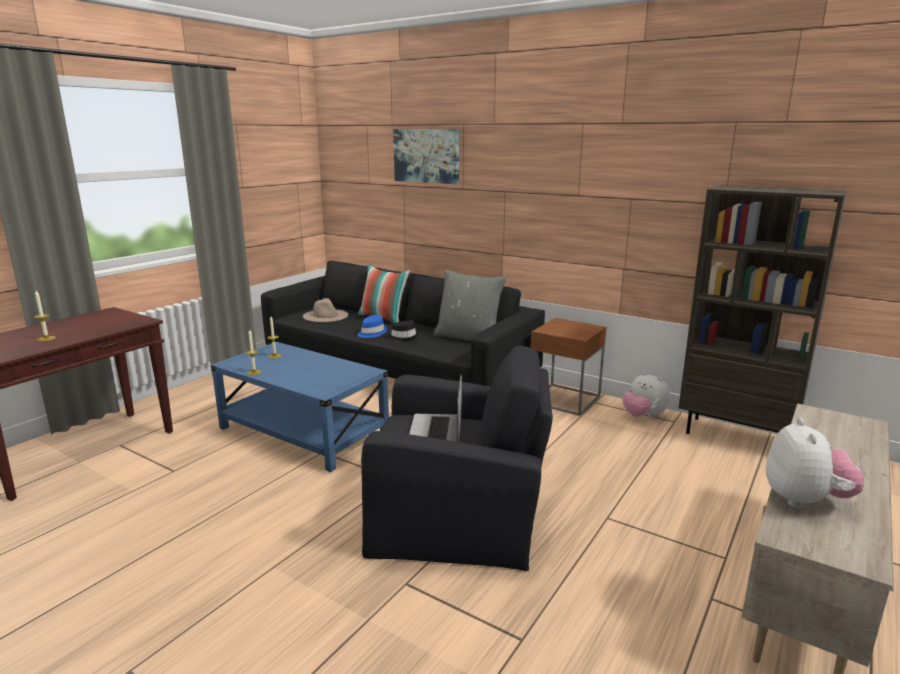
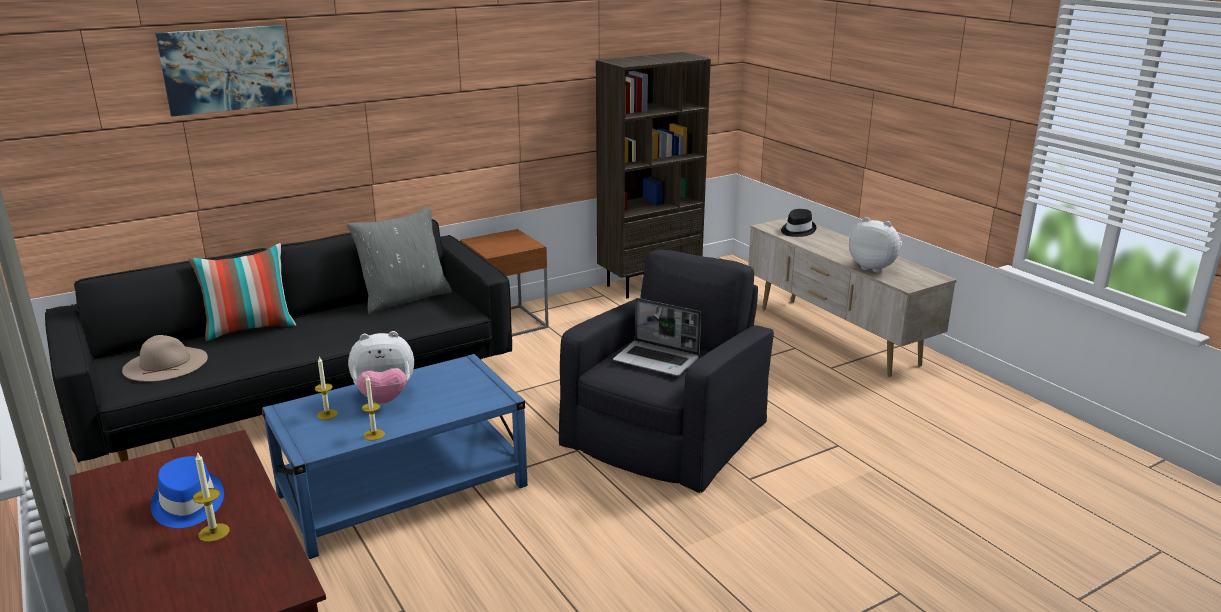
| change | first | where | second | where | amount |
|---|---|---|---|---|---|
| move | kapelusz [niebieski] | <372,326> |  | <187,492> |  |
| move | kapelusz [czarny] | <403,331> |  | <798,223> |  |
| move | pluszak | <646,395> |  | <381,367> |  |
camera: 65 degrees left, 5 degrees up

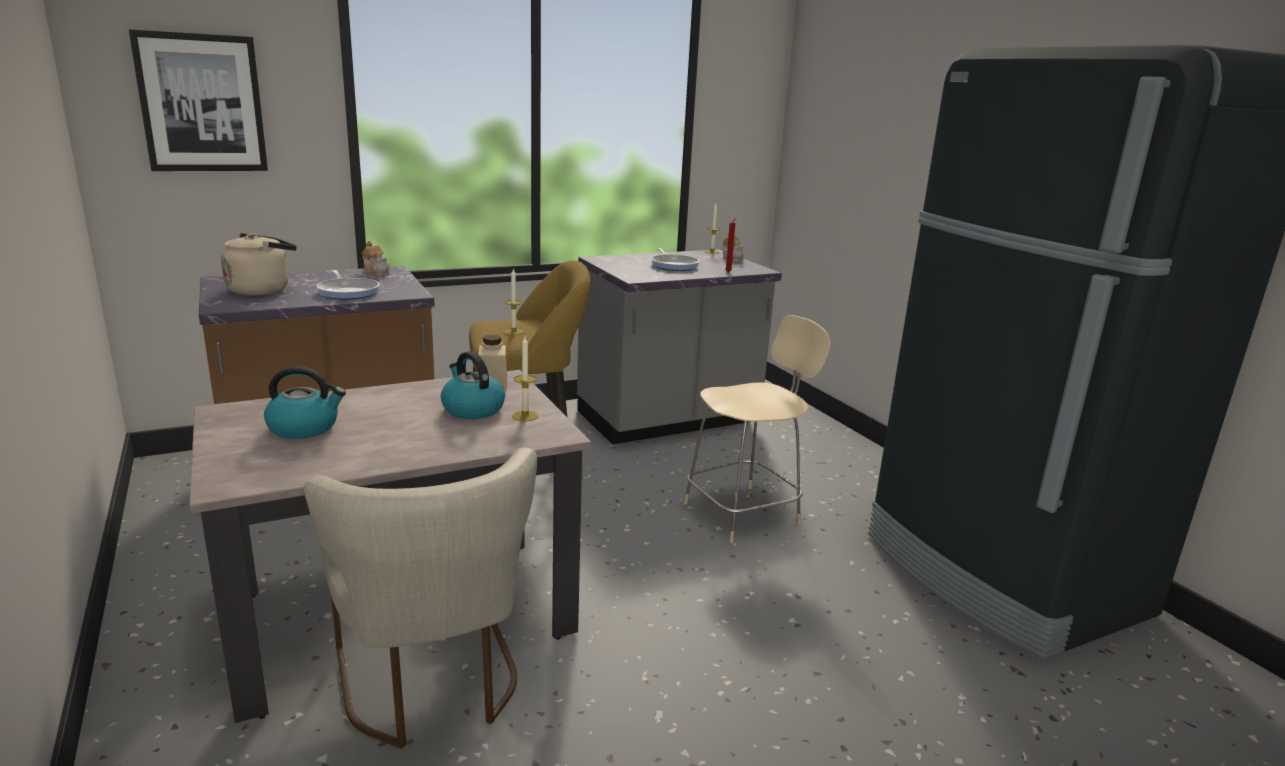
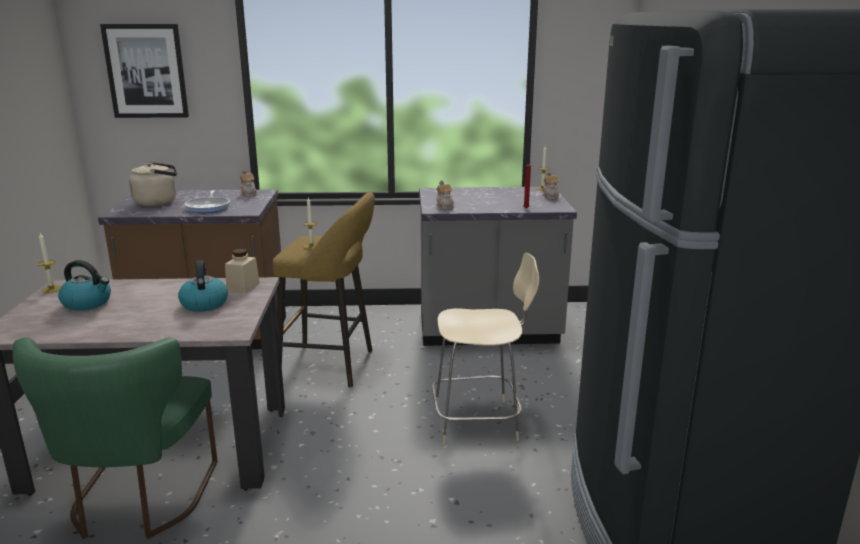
| change | first | where | second | where | amount |
|---|---|---|---|---|---|
| delete | patelnia | <675,259> |  |  |  |
| move | świeca | <525,379> |  | <49,263> |  |
| recolor | krzesło [beżowy] | <420,598> | krzesło [zielony] | <115,438> |  |
| insert |  |  | imbryk | <445,194> |  |
camera: 25 degrees right, 0 degrees up

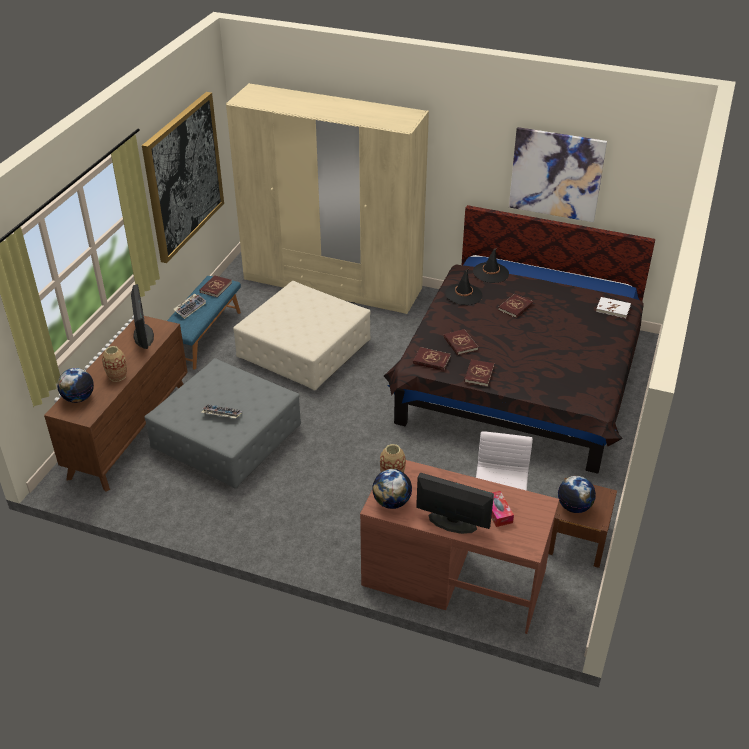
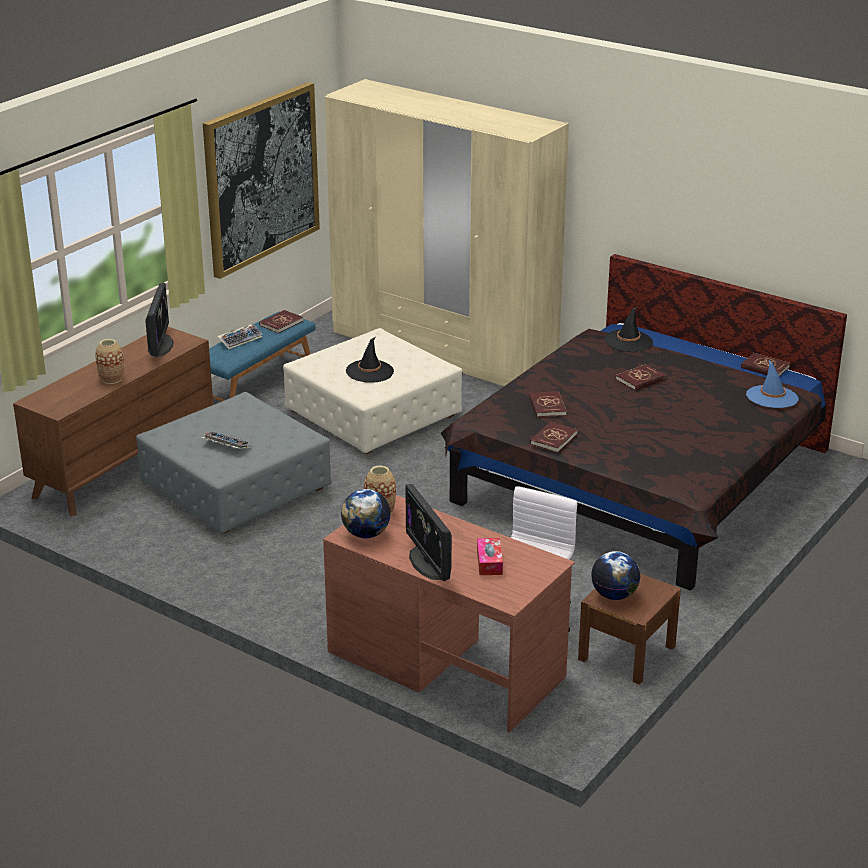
| change | first | where | second | where | amount |
|---|---|---|---|---|---|
| delete | obraz | <558,174> |  |  |  |
| move | kapelusz [czarny] | <463,286> |  | <370,360> |  |
| replace | książka [biały] | <613,307> | kapelusz [niebieski] | <772,384> |  |
| move | książka [czerwony] | <432,359> |  | <765,364> |  |
| delete | globus | <75,385> |  |  |  |
| rotate | monitor | <455,503> |  | <428,532> | 150 degrees counterclockwise |
camera: 15 degrees right, 10 degrees down

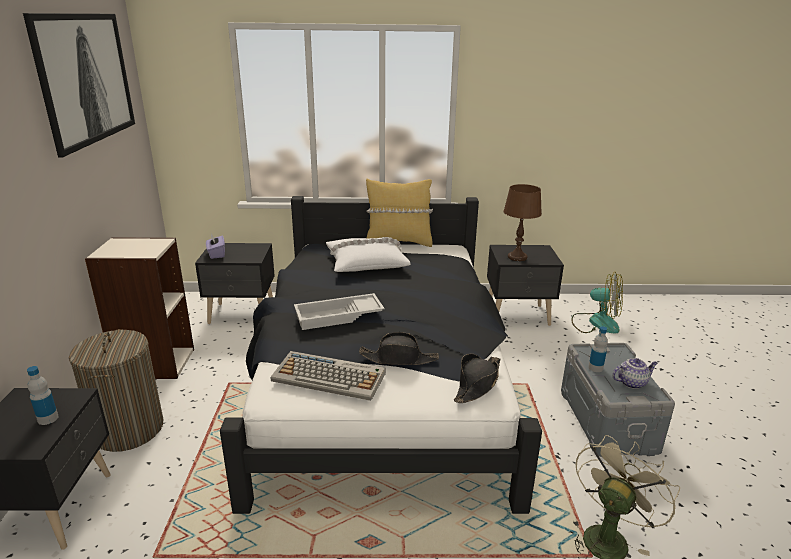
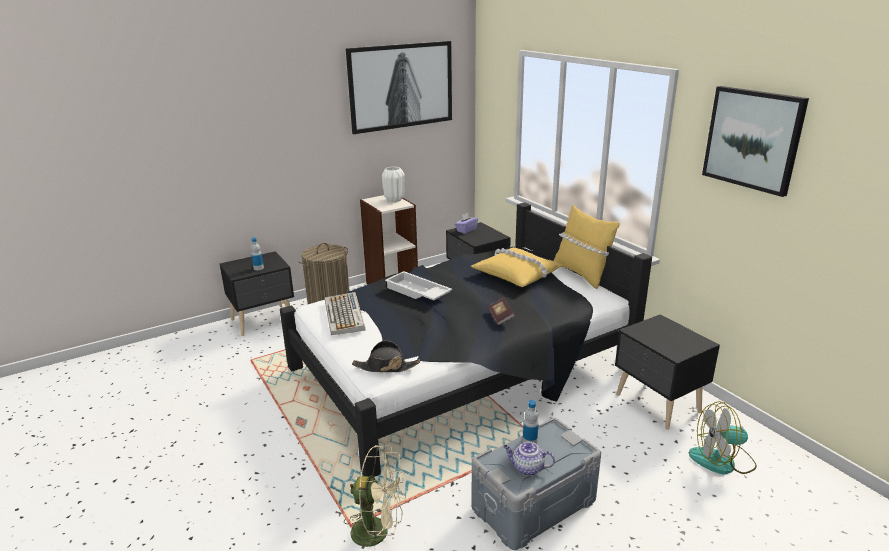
| change | first | where | second | where | amount |
|---|---|---|---|---|---|
| delete | lampa stołowa [brązowy] | <522,222> |  |  |  |
| recolor | poduszka [biały] | <368,254> | poduszka [żółty] | <517,267> |  |
| rotate | wentylator | <597,303> |  | <723,438> | 90 degrees clockwise |
| delete | kapelusz [czarny] | <399,348> |  |  |  |
| rotate | imbryk | <635,373> |  | <529,459> | 150 degrees clockwise |
| insert |  |  | obraz | <755,141> |  |
| insert |  |  | wazon [biały] | <393,184> |  |
| insert |  |  | książka | <501,311> |  |
camera: 60 degrees right, 0 degrees up

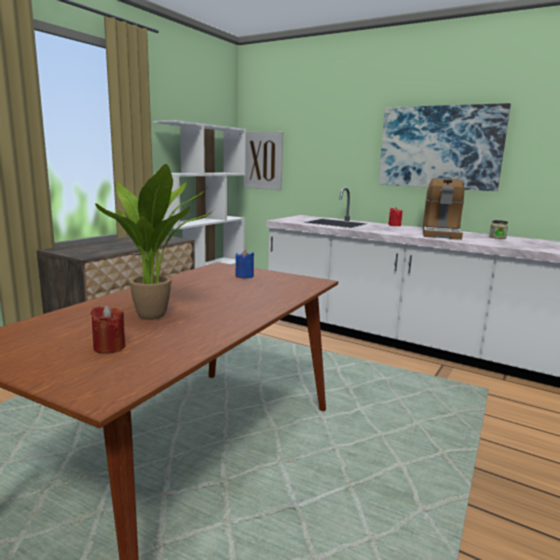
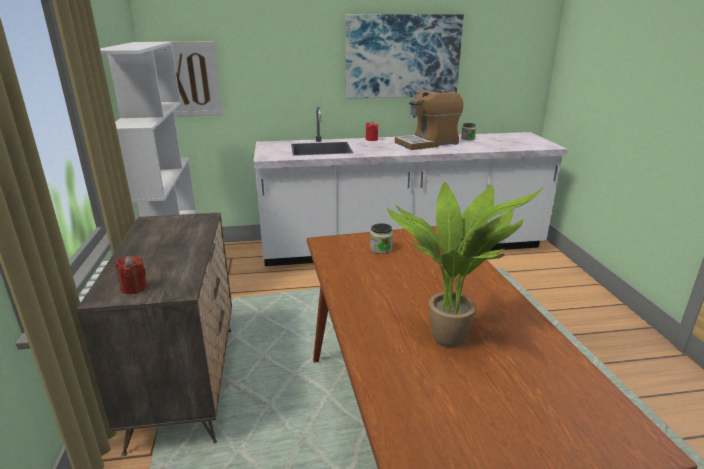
| change | first | where | second | where | amount |
|---|---|---|---|---|---|
| rotate | ekspres do kawy | <443,208> |  | <429,119> | 90 degrees clockwise |
| replace | świeca [niebieski] | <244,264> | słoik | <381,238> |  |
| move | świeca [czerwony] | <108,330> |  | <131,275> |  |
camera: 40 degrees left, 10 degrees up

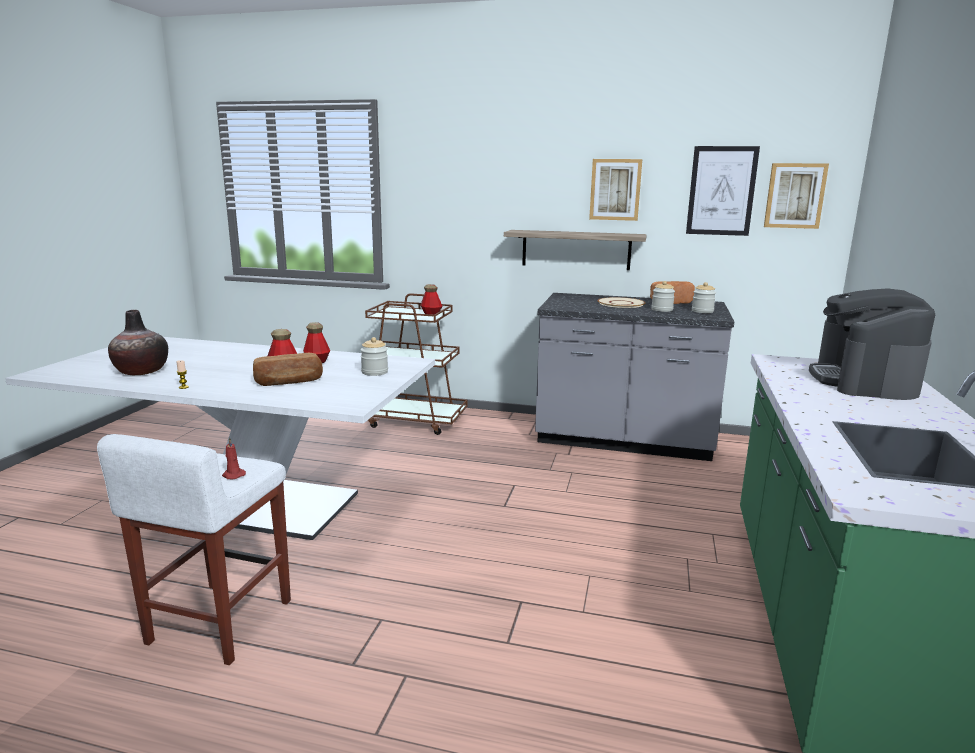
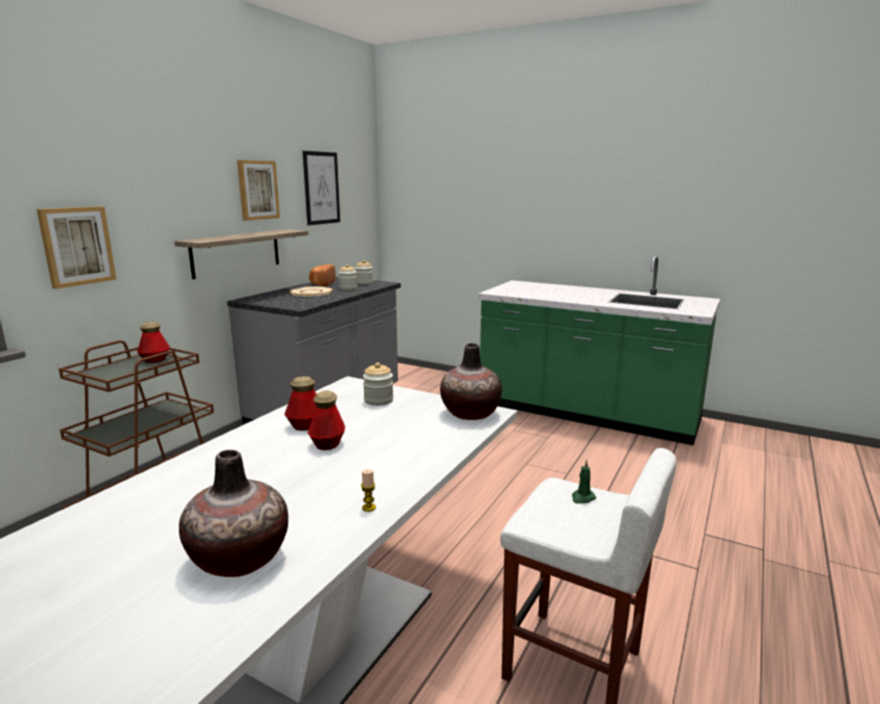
| change | first | where | second | where | amount |
|---|---|---|---|---|---|
| move | obraz | <796,196> |  | <77,247> |  |
| delete | ekspres do kawy | <872,344> |  |  |  |
| delete | chleb | <288,369> |  |  |  |
| recolor | świeca [czerwony] | <234,458> | świeca [zielony] | <584,481> |  |
| insert |  |  | wazon | <471,381> |  |
camera: 75 degrees left, 0 degrees up

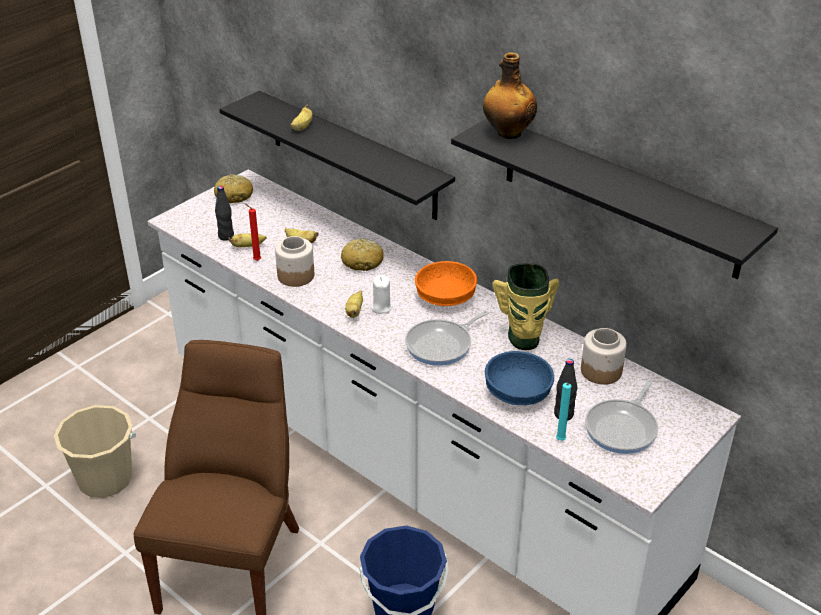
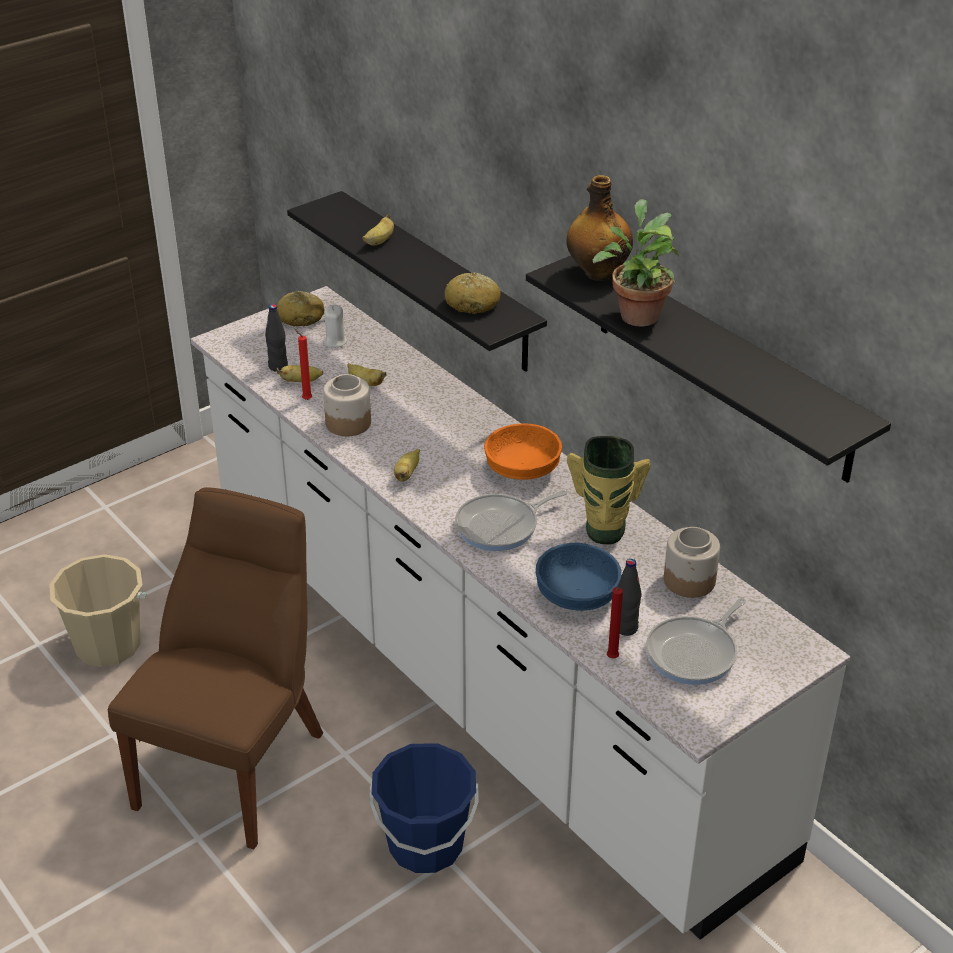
| change | first | where | second | where | amount |
|---|---|---|---|---|---|
| move | chleb | <362,255> |  | <472,293> |  |
| move | świeca [biały] | <381,294> |  | <335,326> |  |
| recolor | świeca [turkusowy] | <563,411> | świeca [czerwony] | <615,622> |  |
| insert |  |  | roślina doniczkowa | <636,263> |  |
camera: 10 degrees right, 0 degrees up

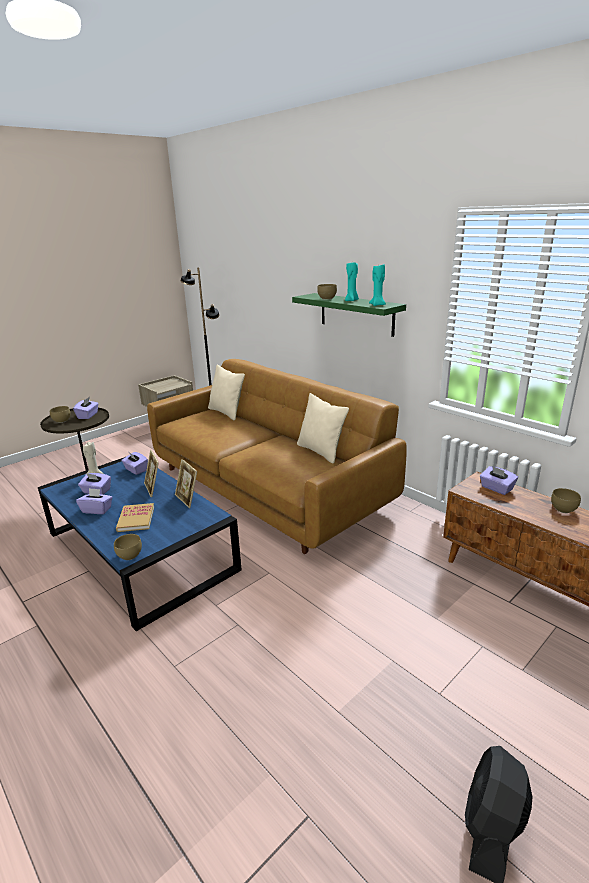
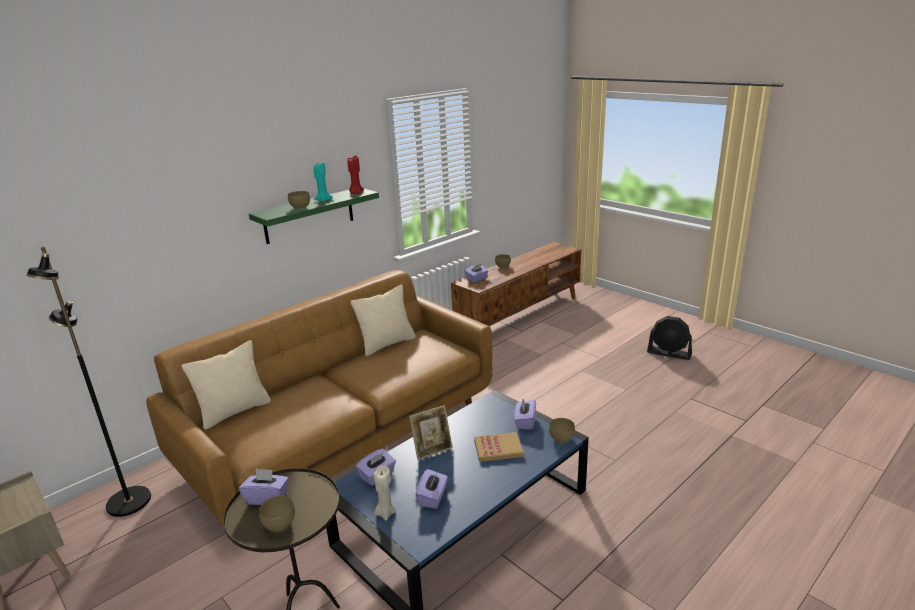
| change | first | where | second | where | amount |
|---|---|---|---|---|---|
| recolor | świeca [turkusowy] | <377,285> | świeca [czerwony] | <356,174> |  |
| delete | ramka na zdjęcie | <186,483> |  |  |  |
| move | pudełko chusteczek [fioletowy] | <94,501> |  | <525,414> |  |
camera: 90 degrees left, 0 degrees up

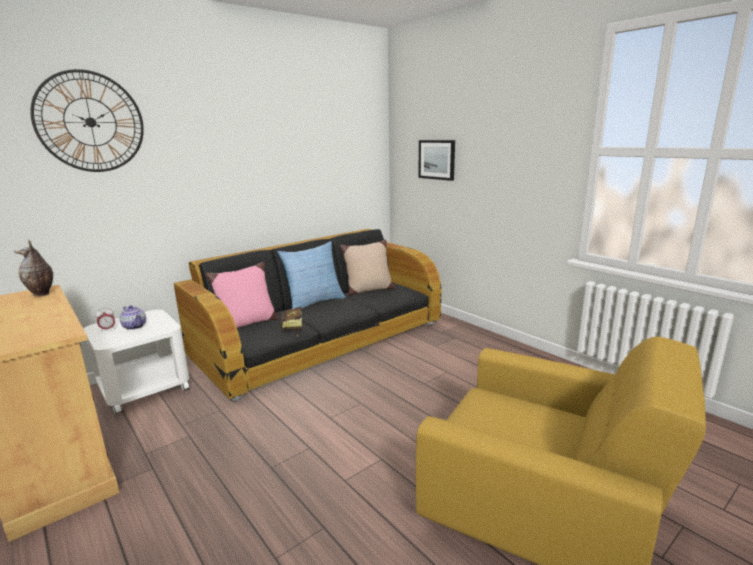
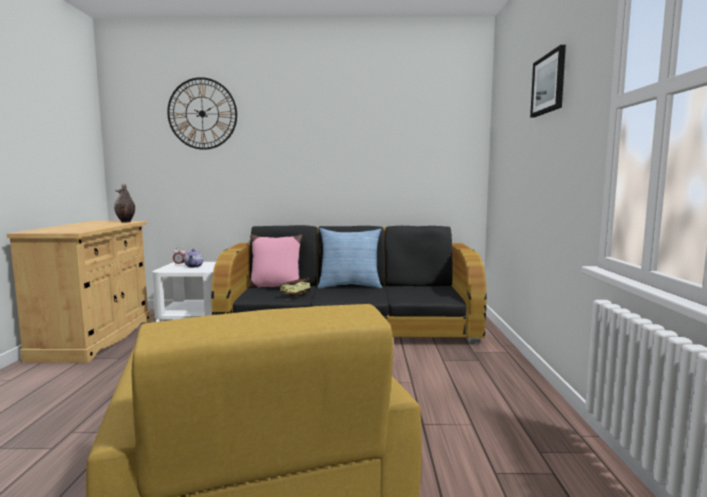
| change | first | where | second | where | amount |
|---|---|---|---|---|---|
| move | obraz | <436,160> |  | <548,81> |  |
| delete | poduszka [beżowy] | <367,267> |  |  |  |
camera: 40 degrees right, 10 degrees down

